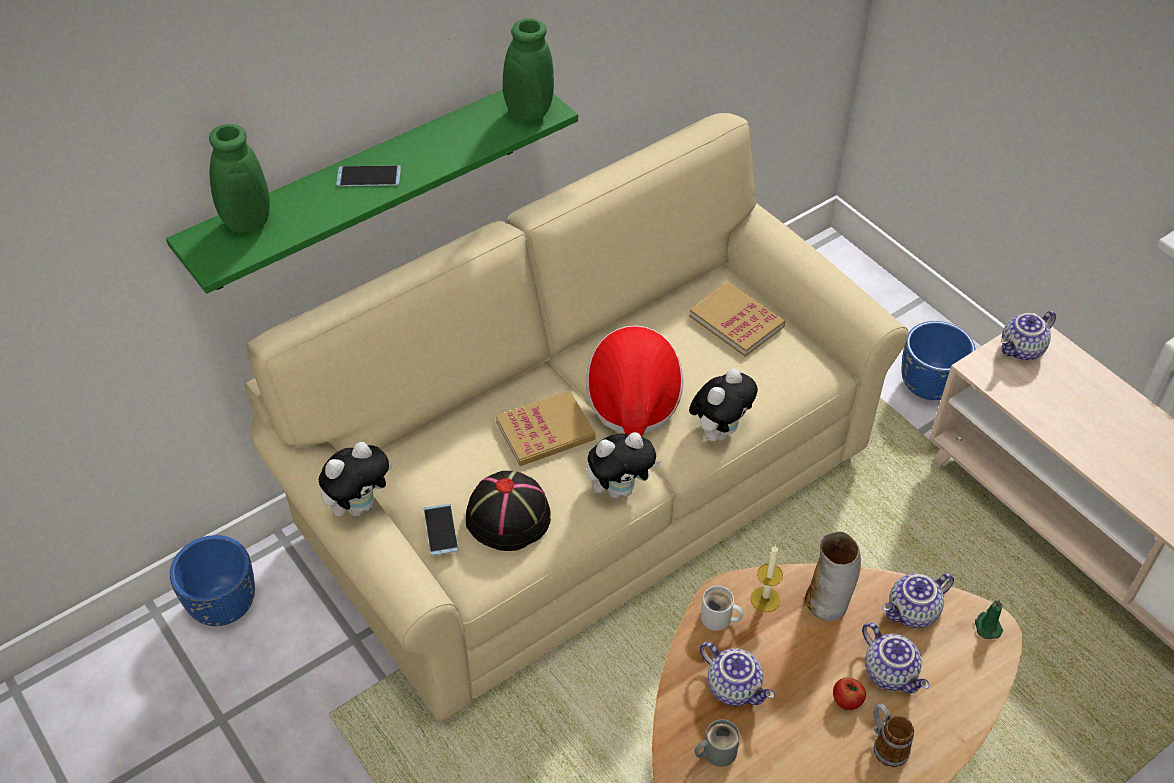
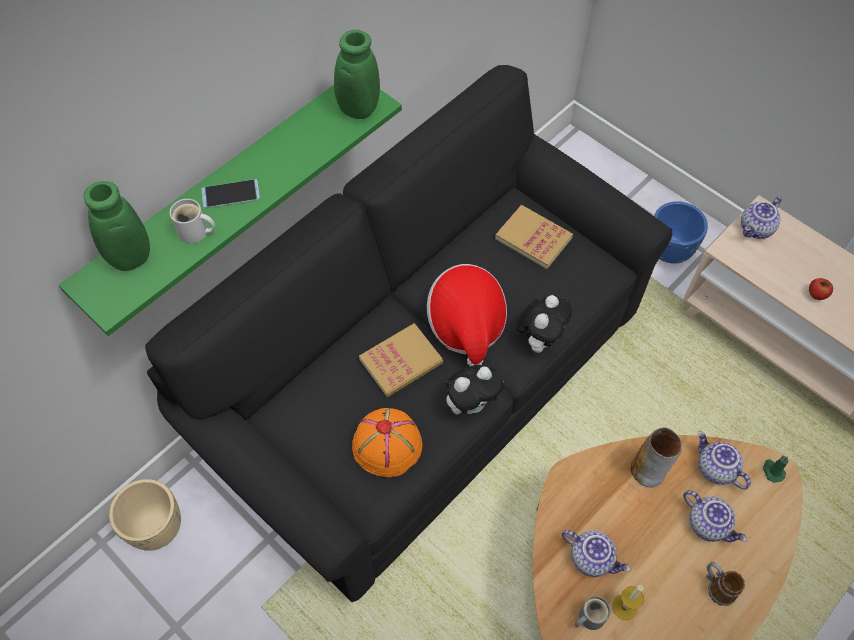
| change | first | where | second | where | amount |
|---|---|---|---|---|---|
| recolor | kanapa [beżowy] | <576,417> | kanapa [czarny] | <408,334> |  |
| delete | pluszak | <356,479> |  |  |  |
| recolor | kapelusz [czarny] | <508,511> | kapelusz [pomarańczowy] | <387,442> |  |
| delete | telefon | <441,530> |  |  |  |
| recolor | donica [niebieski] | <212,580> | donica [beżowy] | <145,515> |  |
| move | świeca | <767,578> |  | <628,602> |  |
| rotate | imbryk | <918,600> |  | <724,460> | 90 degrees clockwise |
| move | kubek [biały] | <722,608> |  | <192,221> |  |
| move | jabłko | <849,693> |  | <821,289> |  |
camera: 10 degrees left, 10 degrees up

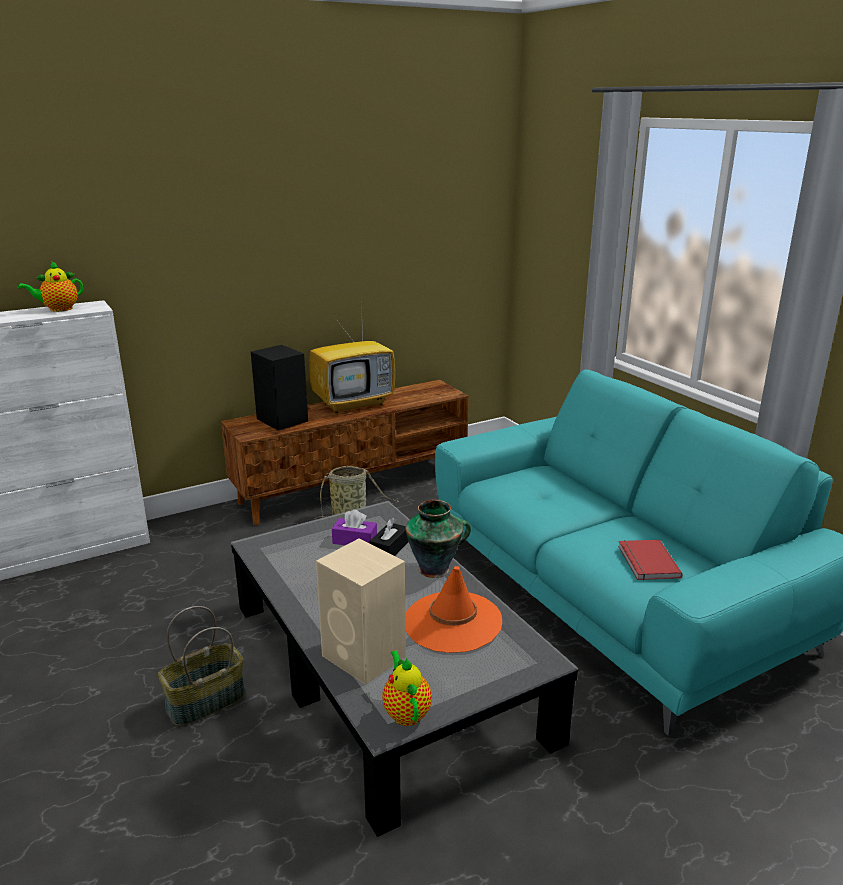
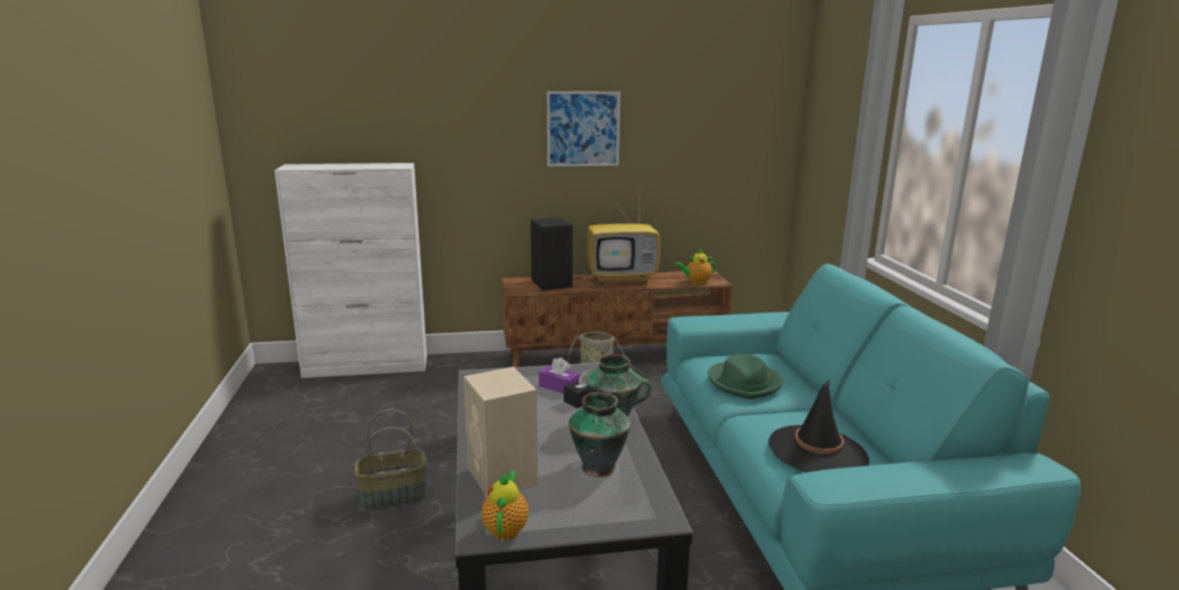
| change | first | where | second | where | amount |
|---|---|---|---|---|---|
| move | imbryk | <50,286> |  | <695,266> |  |
| replace | książka [czerwony] | <650,560> | kapelusz [czarny] | <818,426> |  |
| replace | kapelusz [pomarańczowy] | <453,609> | wazon | <600,434> |  |
| insert |  |  | obraz | <583,129> |  |
| insert |  |  | kapelusz [zielony] | <745,376> |  |
camera: 20 degrees right, 5 degrees down

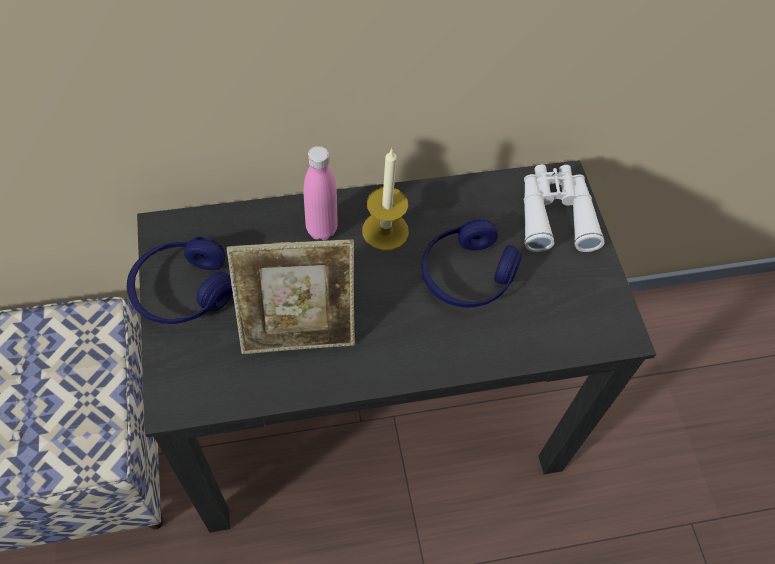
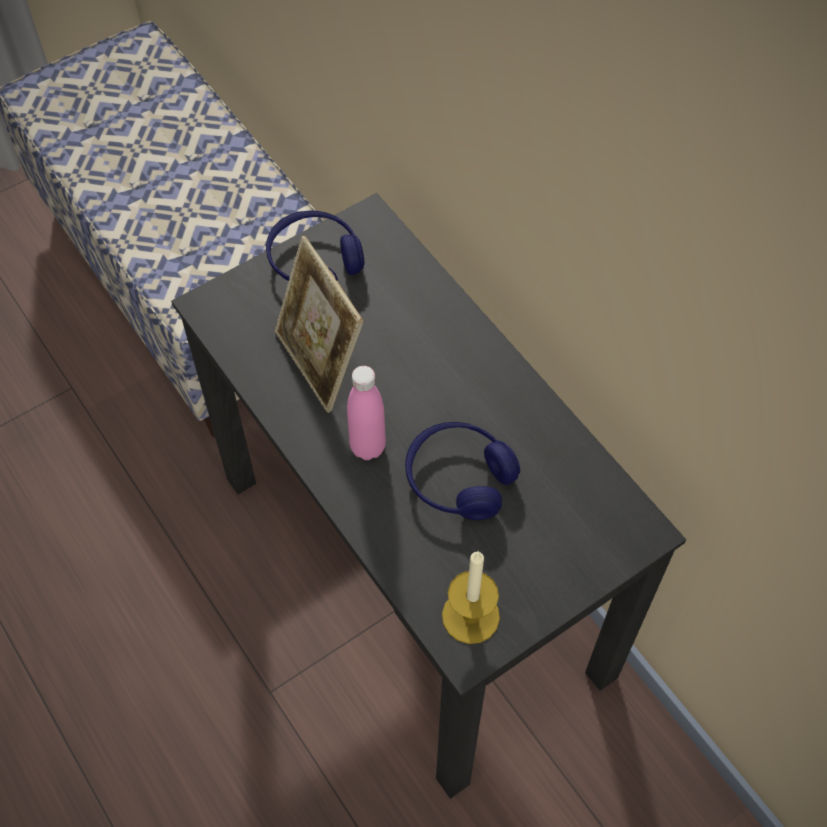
| change | first | where | second | where | amount |
|---|---|---|---|---|---|
| move | butelka [różowy] | <320,193> |  | <366,413> |  |
| move | świeca | <385,199> |  | <471,597> |  |
| delete | lornetka [biały] | <564,208> |  |  |  |
camera: 70 degrees right, 0 degrees up

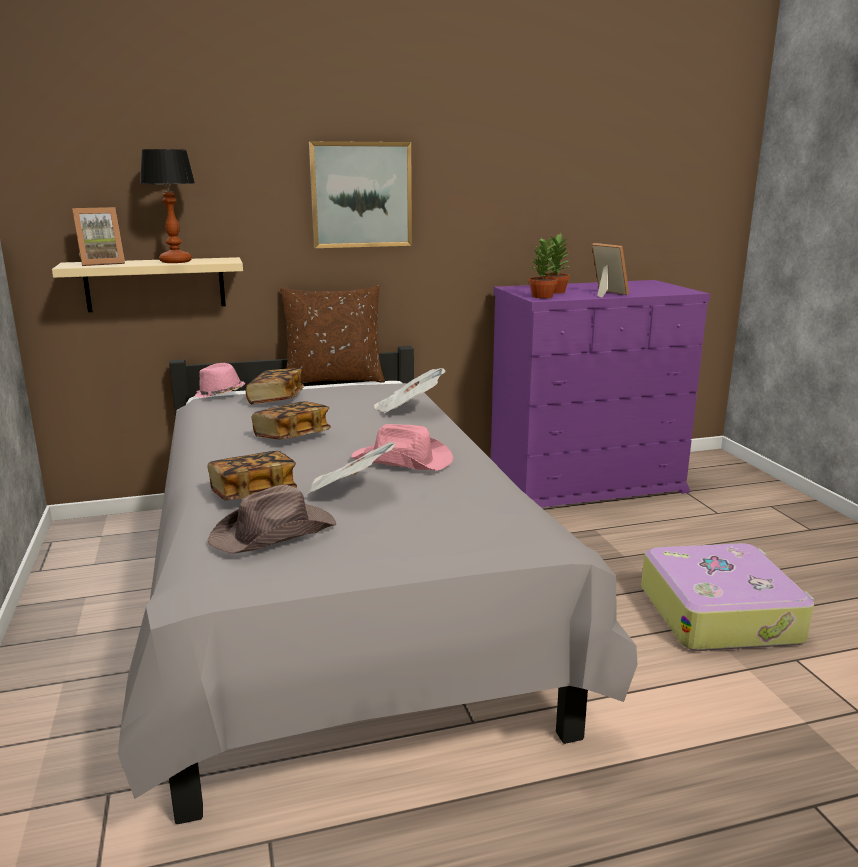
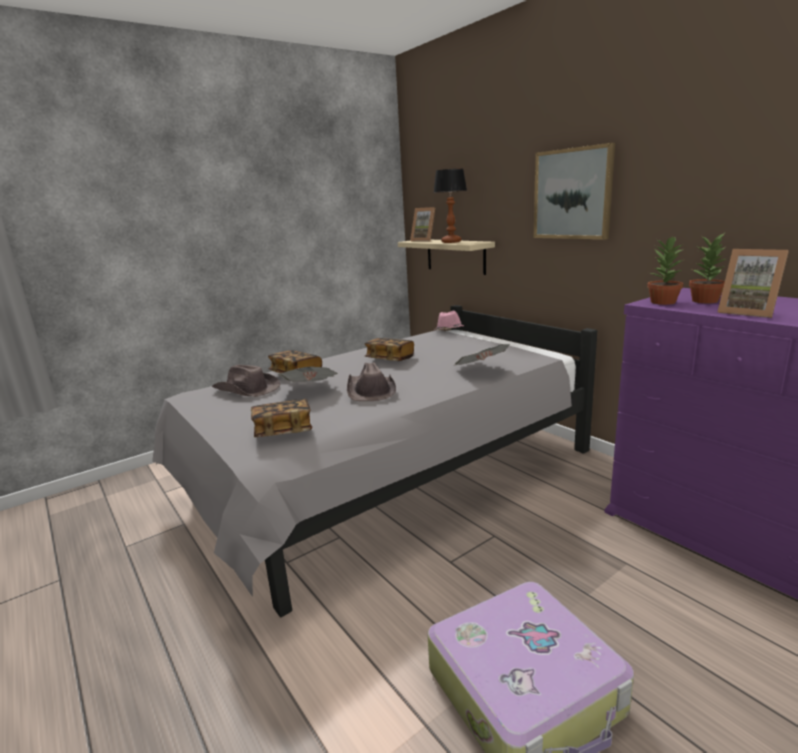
| change | first | where | second | where | amount |
|---|---|---|---|---|---|
| rotate | ramka na zdjęcie | <610,270> |  | <753,283> | 105 degrees clockwise |
| delete | poduszka [brązowy] | <332,334> |  |  |  |
| move | książka | <275,386> |  | <281,418> |  |
| recolor | kapelusz [różowy] | <402,447> | kapelusz [brązowy] | <371,382> |  |
camera: 70 degrees right, 0 degrees up

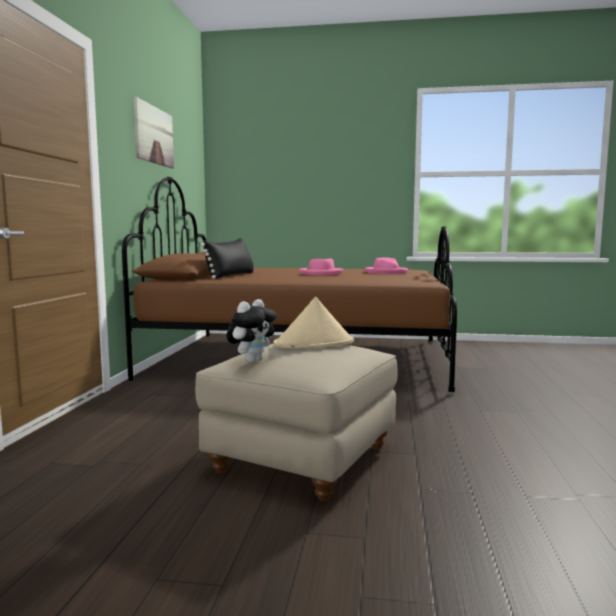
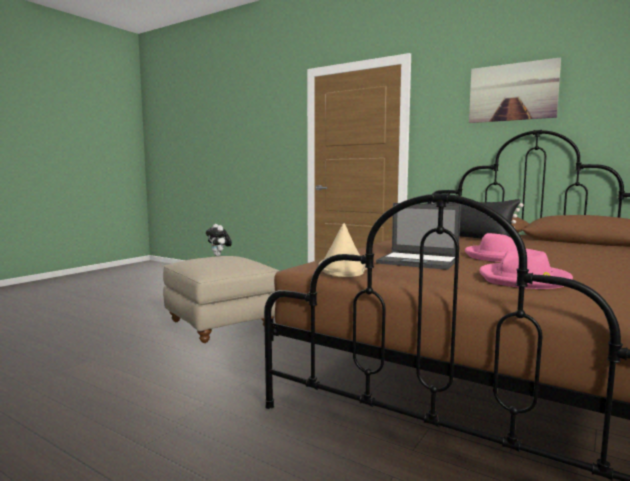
| change | first | where | second | where | amount |
|---|---|---|---|---|---|
| move | kapelusz [beżowy] | <313,322> |  | <343,250> |  |
| insert |  |  | laptop | <418,236> |  |
camera: 115 degrees right, 0 degrees up

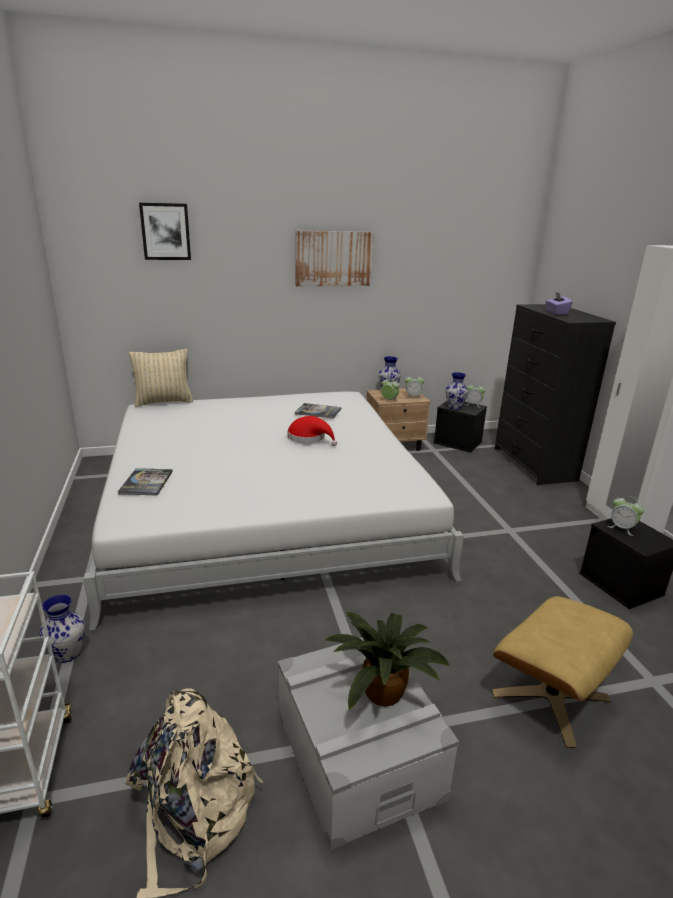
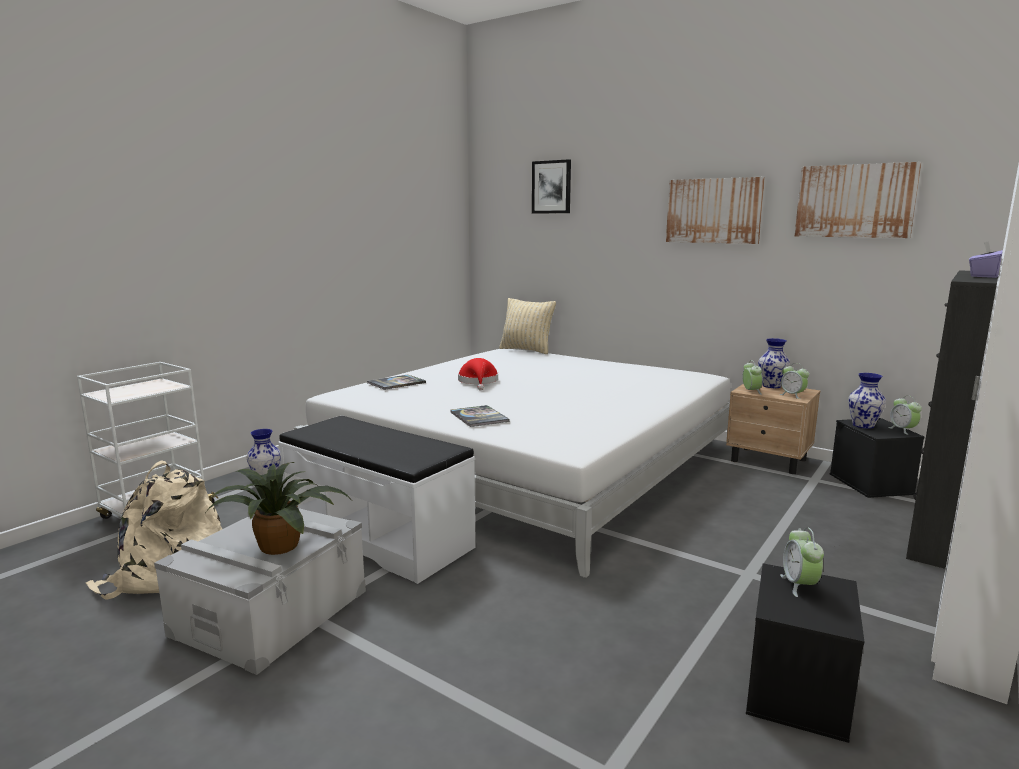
| change | first | where | second | where | amount |
|---|---|---|---|---|---|
| move | książka | <318,411> |  | <480,416> |  |
| move | kapelusz [czerwony] | <312,431> |  | <478,374> |  |
| delete | pufa [beżowy] | <562,672> |  |  |  |
| insert |  |  | obraz | <858,200> |  |
| insert |  |  | ławka [biały] | <377,500> |  |
camera: 50 degrees right, 10 degrees down

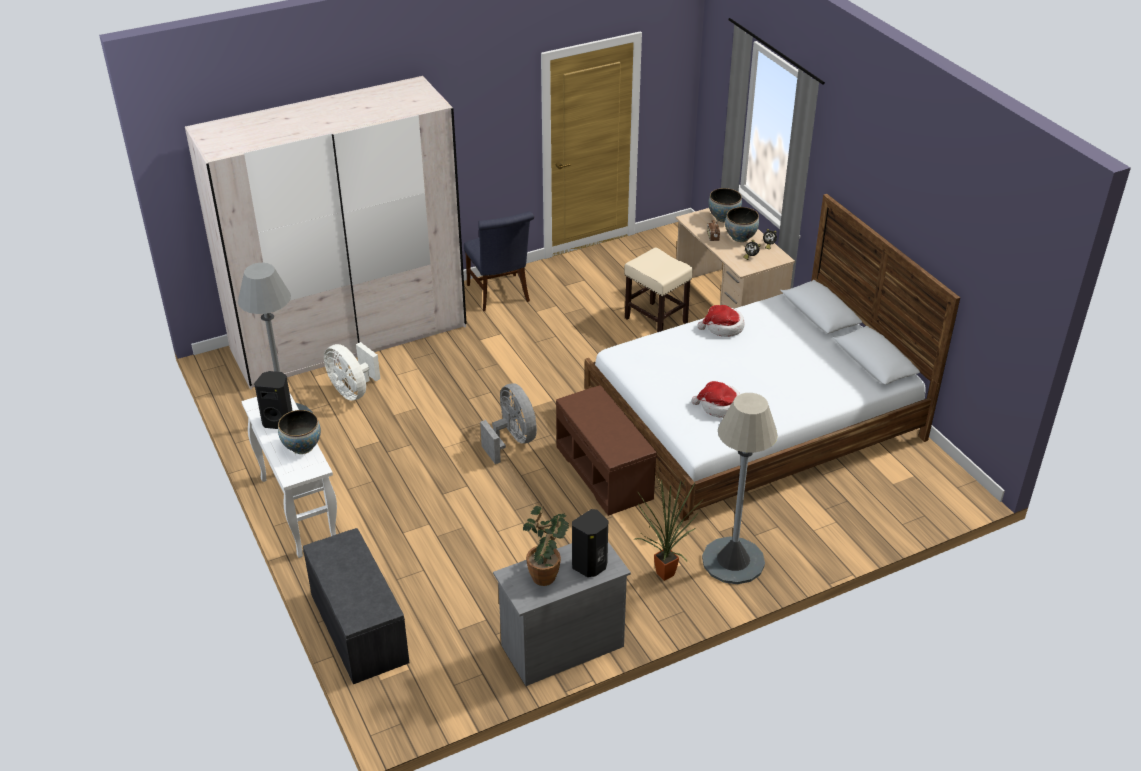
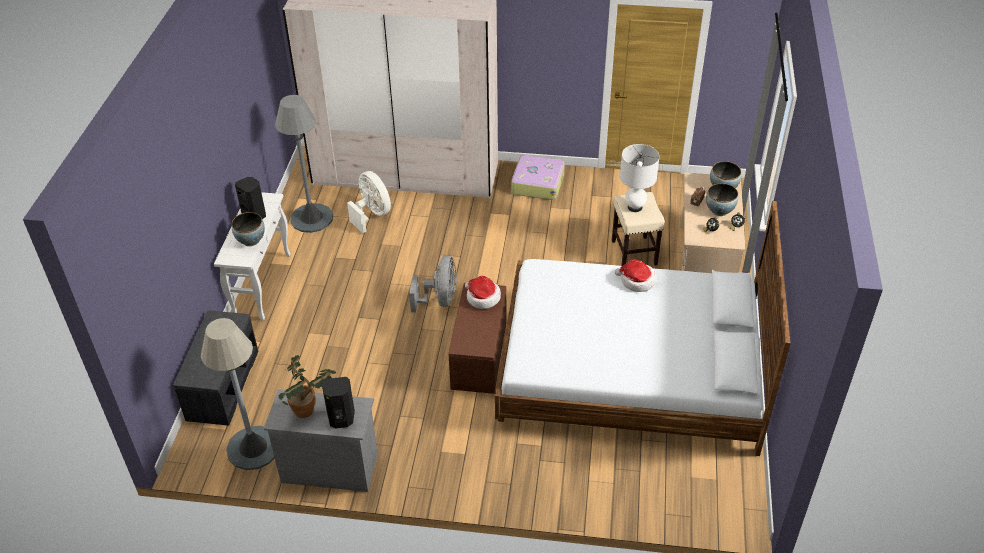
| change | first | where | second | where | amount |
|---|---|---|---|---|---|
| replace | krzesło [niebieski] | <499,261> | walizka | <538,177> |  |
| rotate | wentylator [biały] | <352,371> |  | <369,202> | 150 degrees clockwise |
| move | kapelusz | <715,399> |  | <483,292> |  |
| move | lampa stojąca [szary] | <740,488> |  | <237,394> |  |
| delete | roślina doniczkowa | <668,526> |  |  |  |
| insert |  |  | lampa stołowa [biały] | <640,178> |  |
camera: 35 degrees right, 5 degrees up

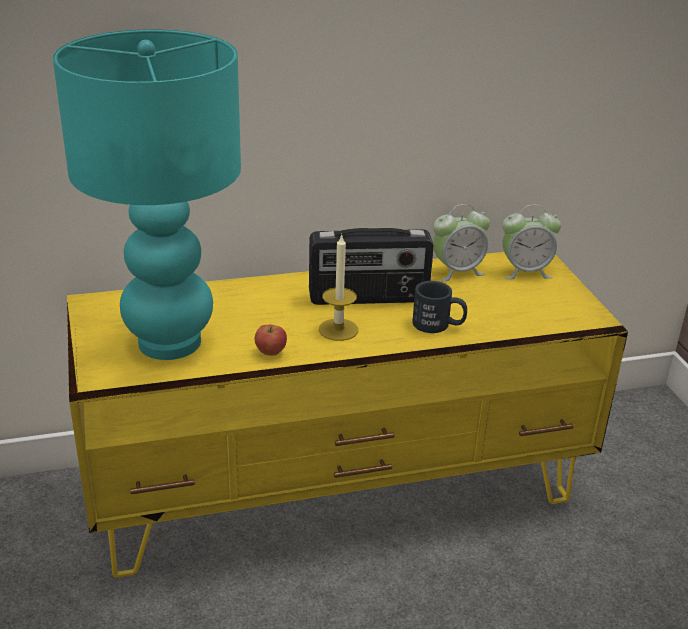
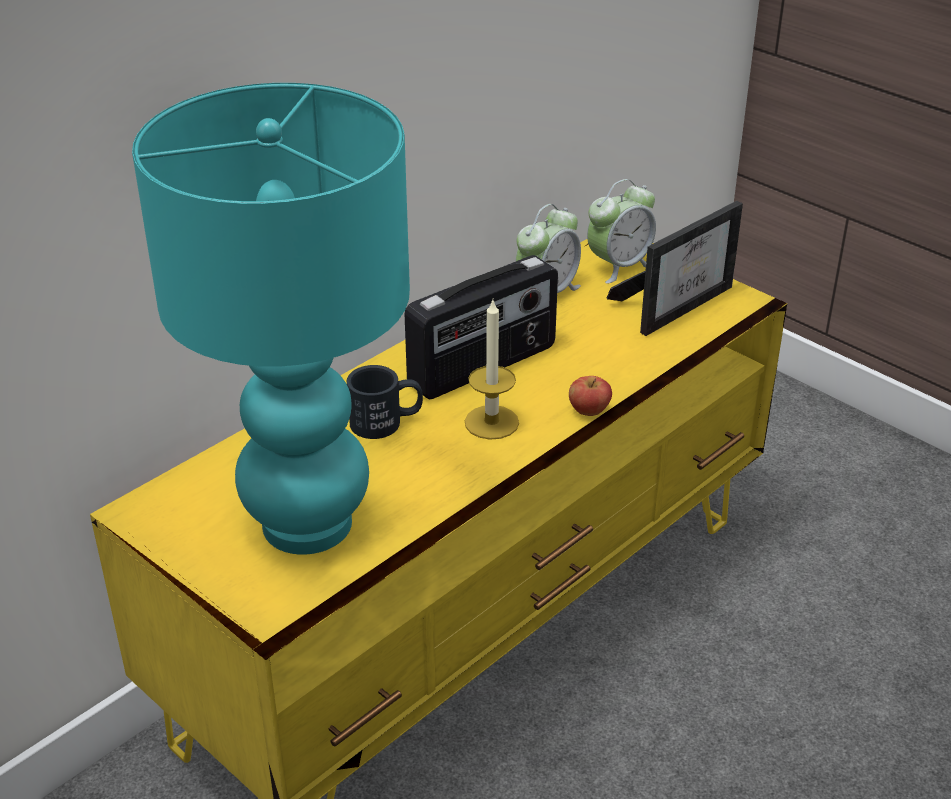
| change | first | where | second | where | amount |
|---|---|---|---|---|---|
| move | kubek [czarny] | <439,307> |  | <384,402> |  |
| move | jabłko | <271,340> |  | <590,396> |  |
| insert |  |  | ramka na zdjęcie | <675,268> |  |
camera: 30 degrees left, 5 degrees up

